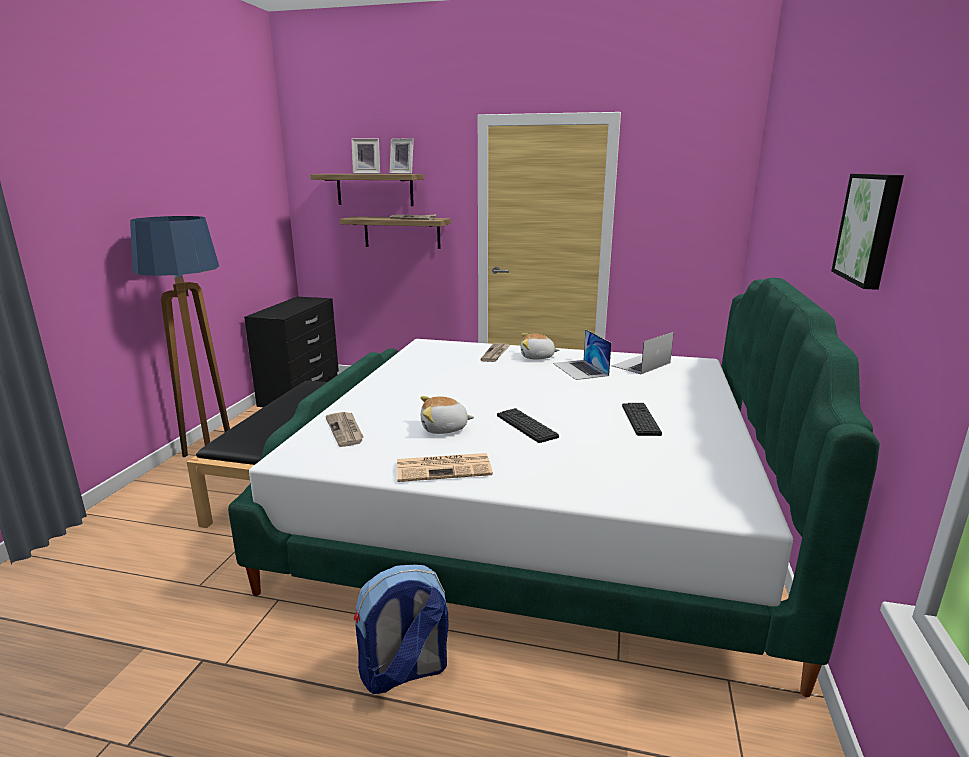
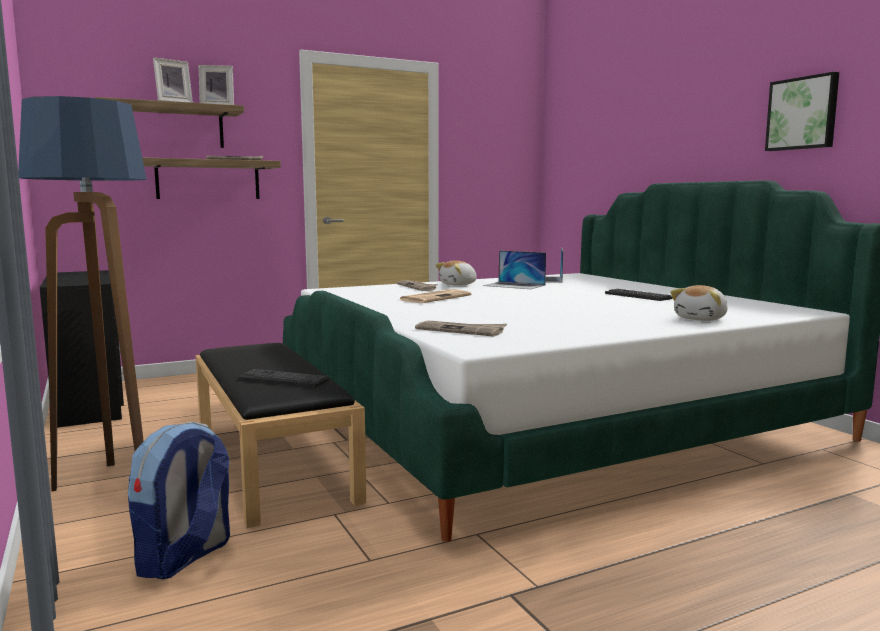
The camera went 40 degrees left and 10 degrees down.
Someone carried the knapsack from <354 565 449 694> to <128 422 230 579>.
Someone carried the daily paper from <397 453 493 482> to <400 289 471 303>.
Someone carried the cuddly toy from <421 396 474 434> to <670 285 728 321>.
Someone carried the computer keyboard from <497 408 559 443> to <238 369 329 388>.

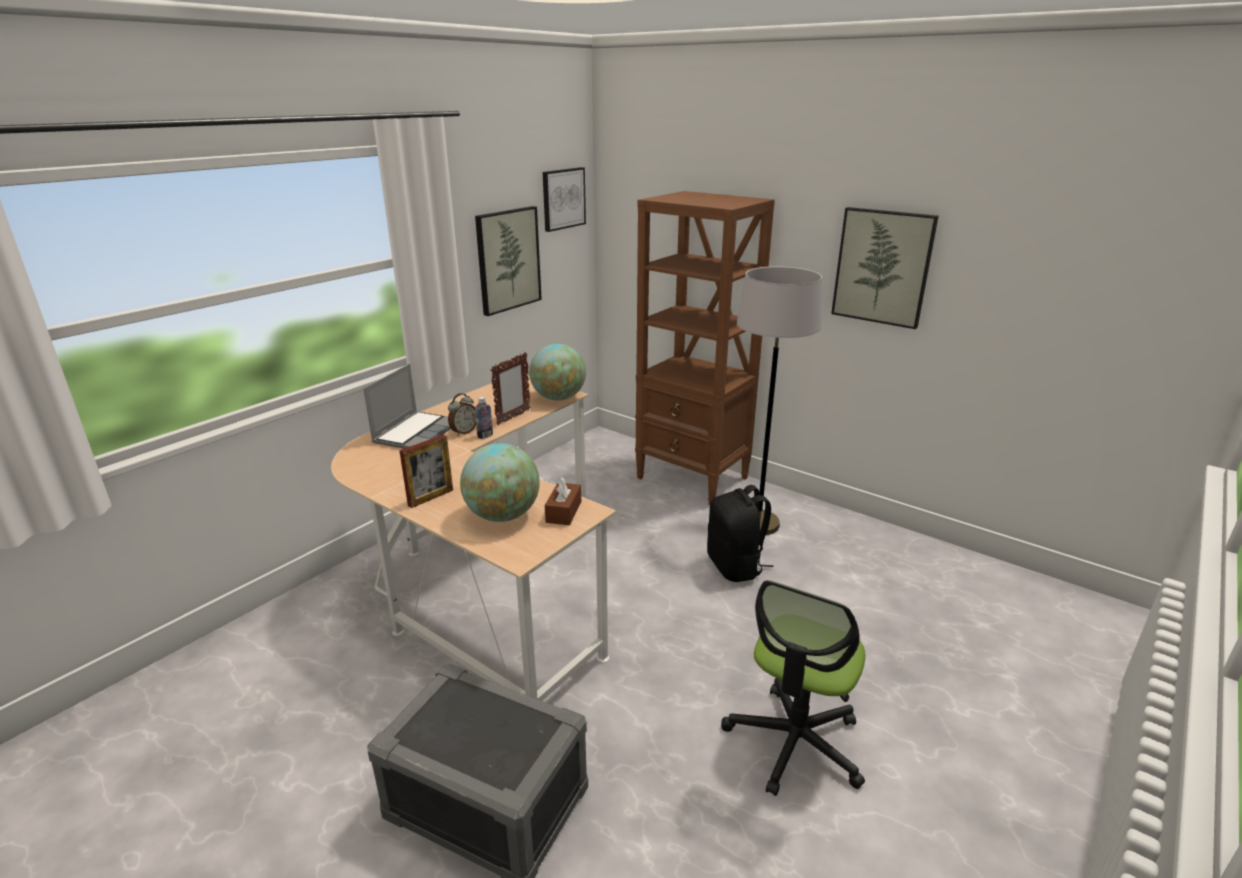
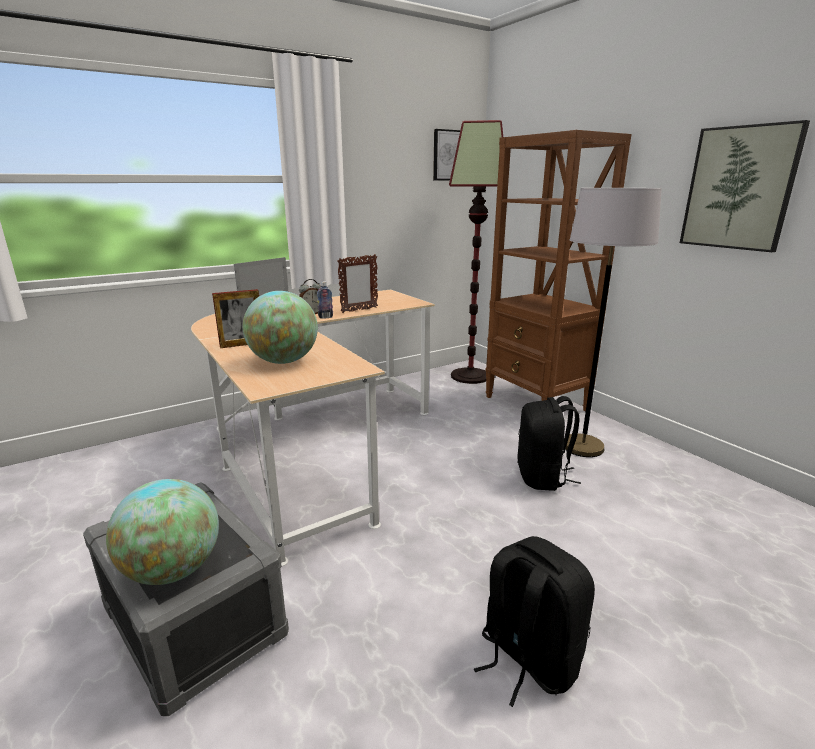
The camera went 20 degrees right and 5 degrees down.
Someone took away the picture at <475 206 542 316>.
Someone carried the desk globe from <529 344 586 400> to <106 479 219 585>.
Someone took away the tissue box (brown) at <545 476 581 525>.
Someone swapped the computer chair at <721 580 866 796> for the knapsack (black) at <474 536 595 707>.
Someone put down the floor lamp at <449 120 503 384>.

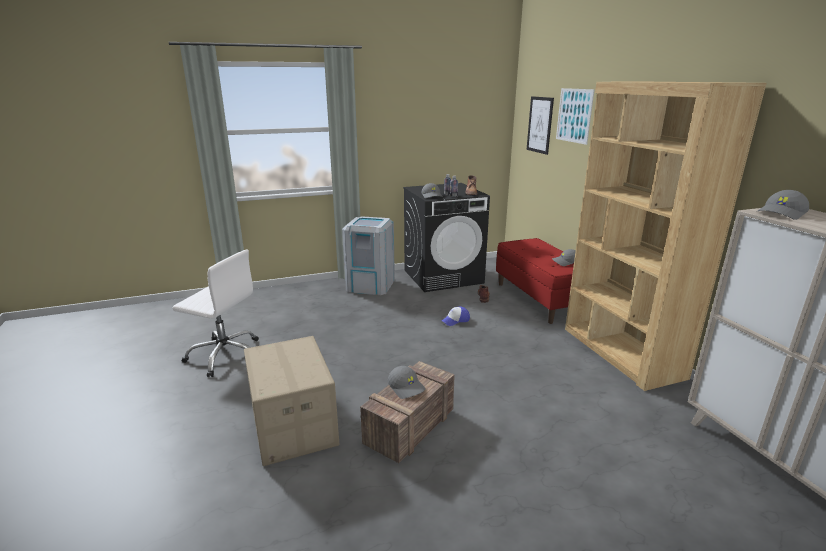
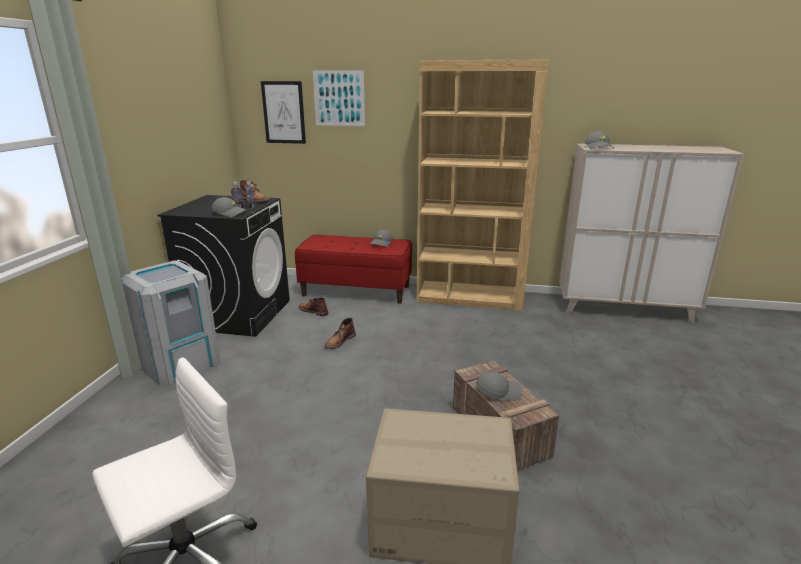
The camera went 60 degrees left and 0 degrees up.
Someone swapped the peaked cap at <441 306 470 326> for the tall boot (brown) at <325 318 356 349>.

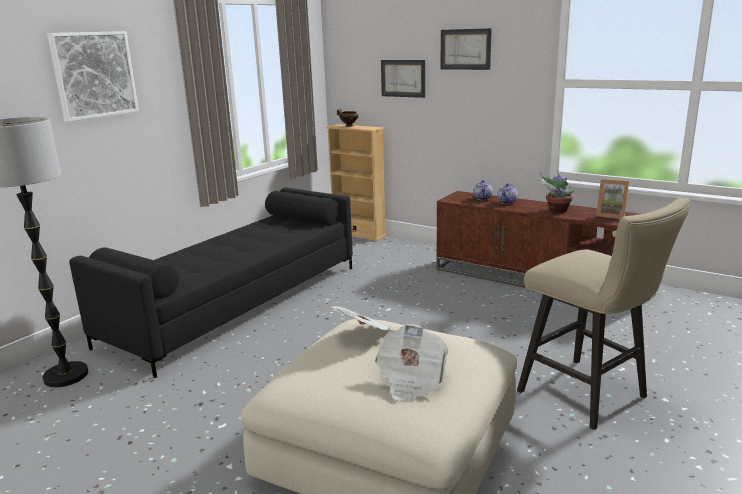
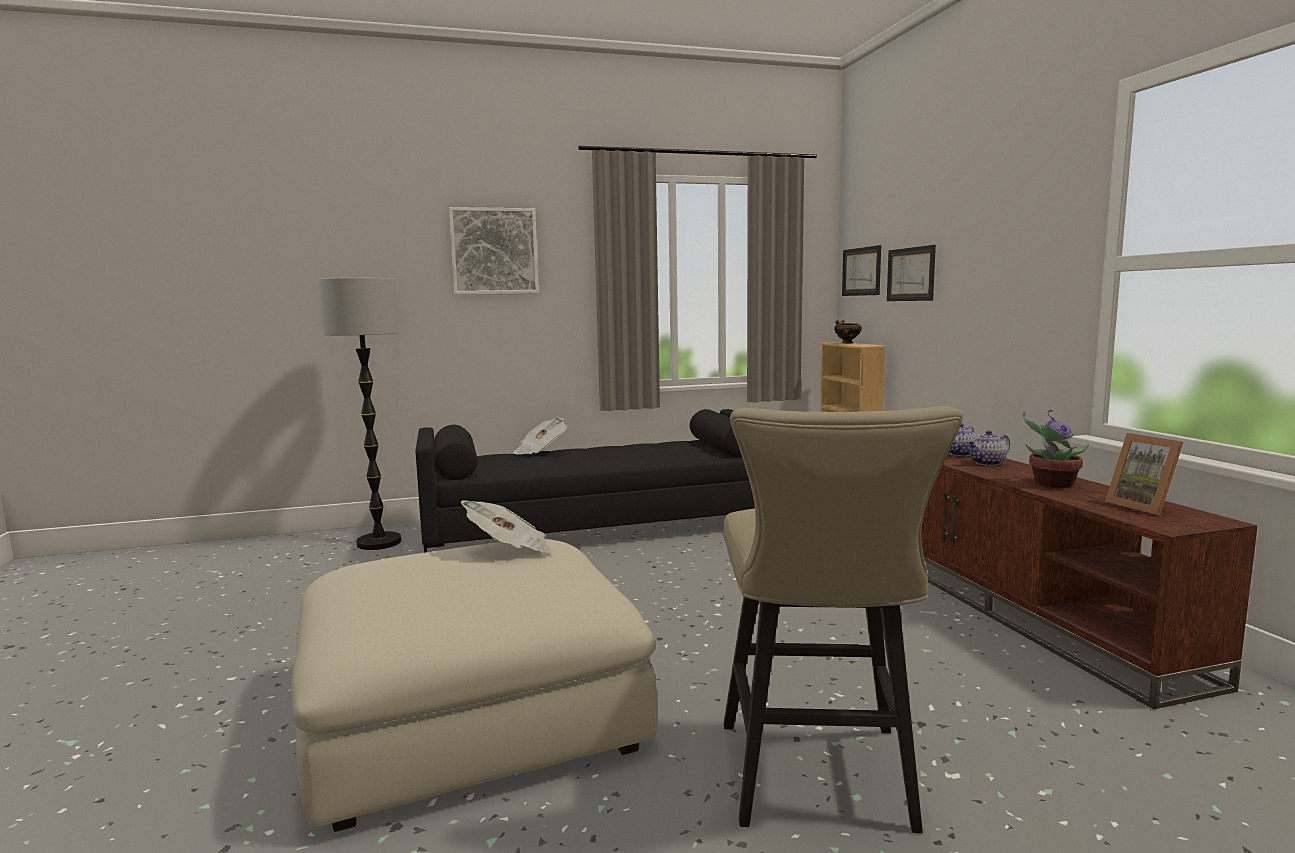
The camera went 40 degrees right and 10 degrees down.
Someone carried the daily paper from <375 324 449 401> to <513 418 567 455>.
Someone carried the picture from <441 28 492 70> to <842 245 881 296>.

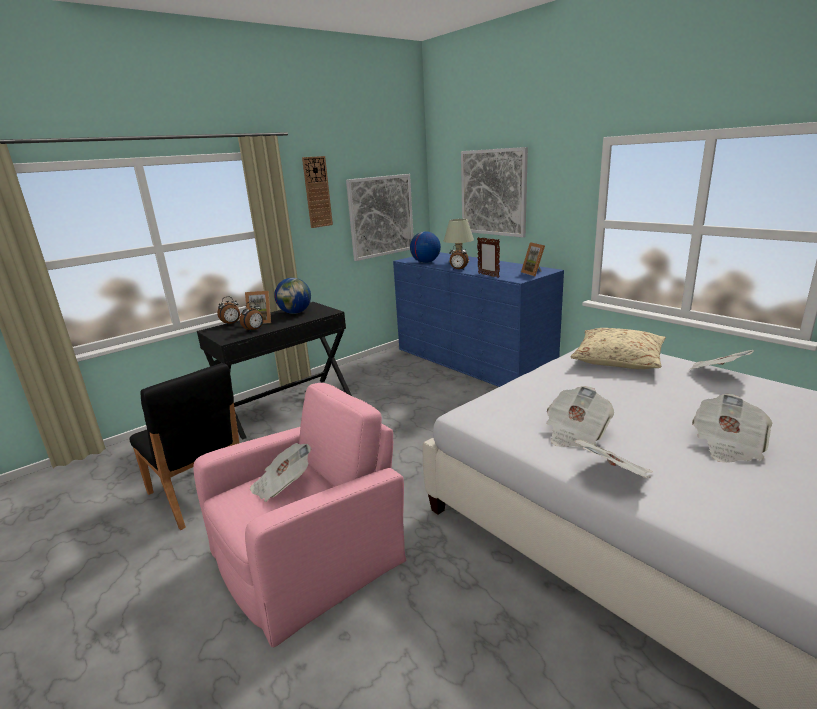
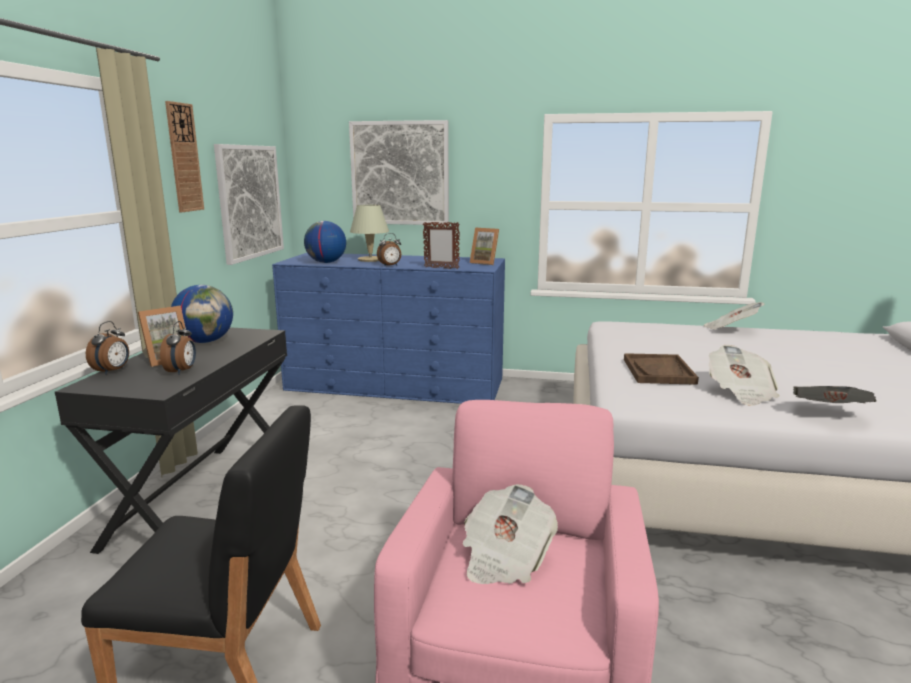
The camera went 40 degrees left and 5 degrees down.
Someone took away the cushion (sand-coloured) at <570 328 666 369>.
Someone took away the daily paper at <692 394 772 463>.
Someone put down the carrying tray (brown) at <624 353 699 385>.

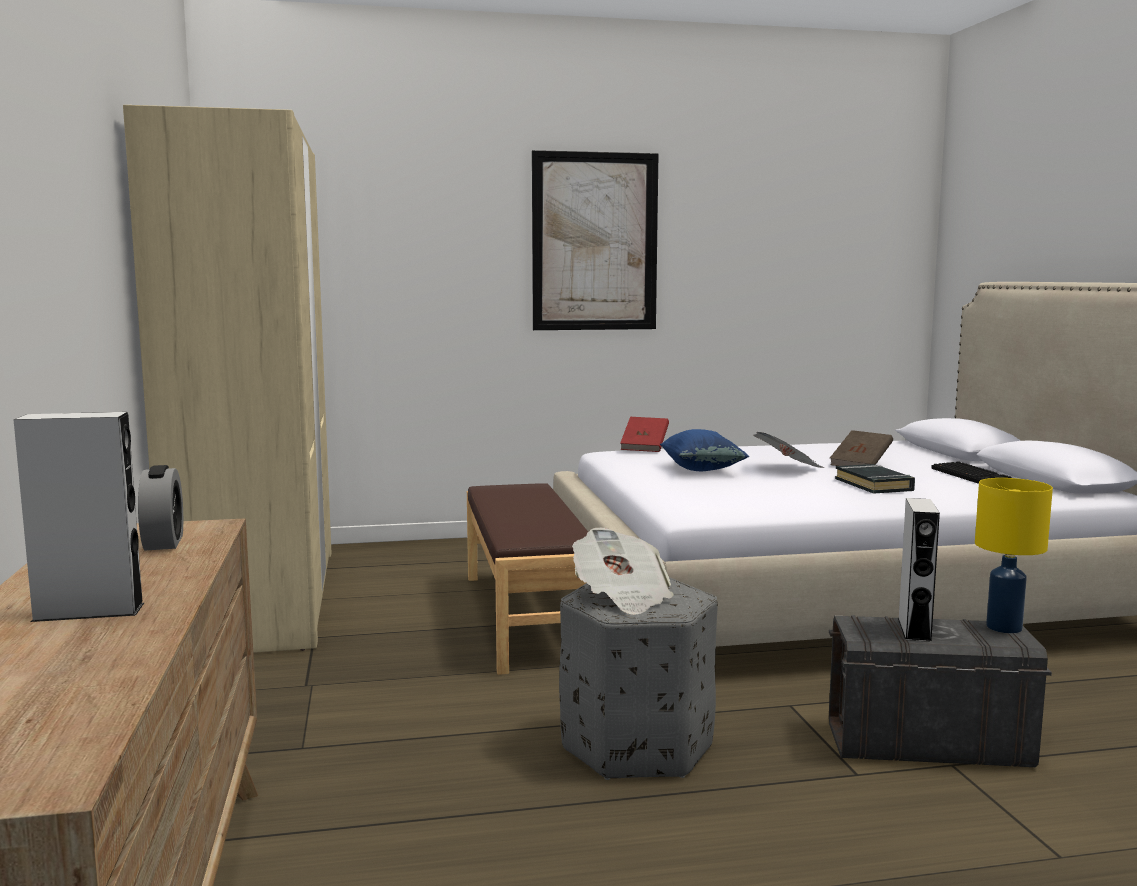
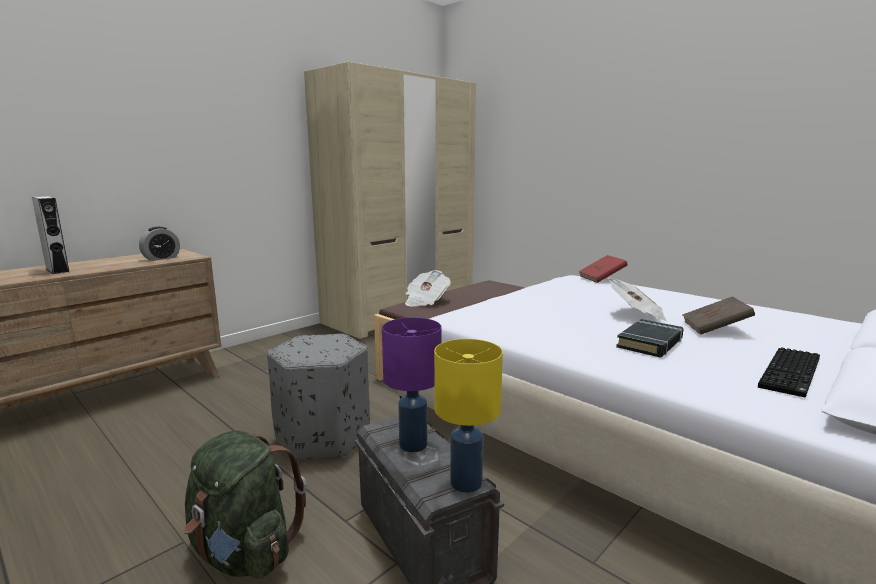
The camera went 55 degrees right and 5 degrees up.
Someone took away the picture at <532 150 659 330>.
Someone carried the daily paper from <572 527 674 615> to <405 270 451 307>.
Someone took away the cushion (bluish) at <660 429 749 471>.
Someone swapped the speaker (greyish) at <898 498 940 642> for the lamp for a table (purple) at <382 318 441 452>.
Someone put down the knapsack (green-coloured) at <183 430 307 579>.

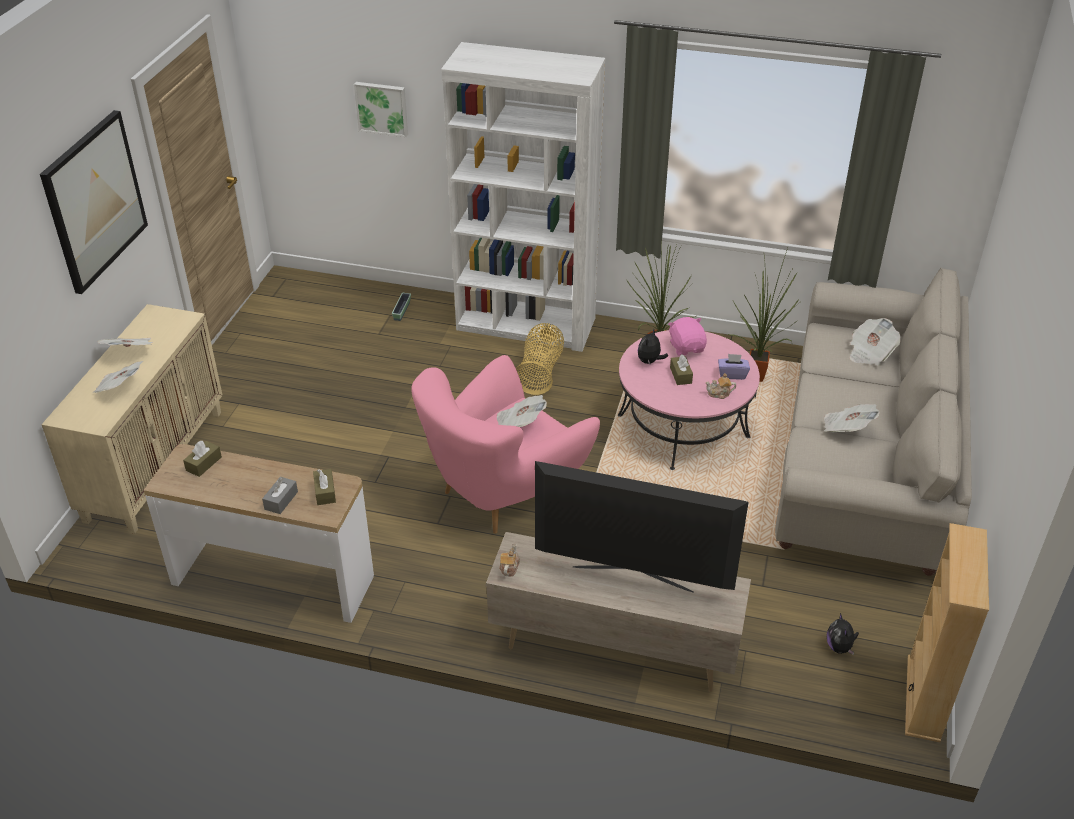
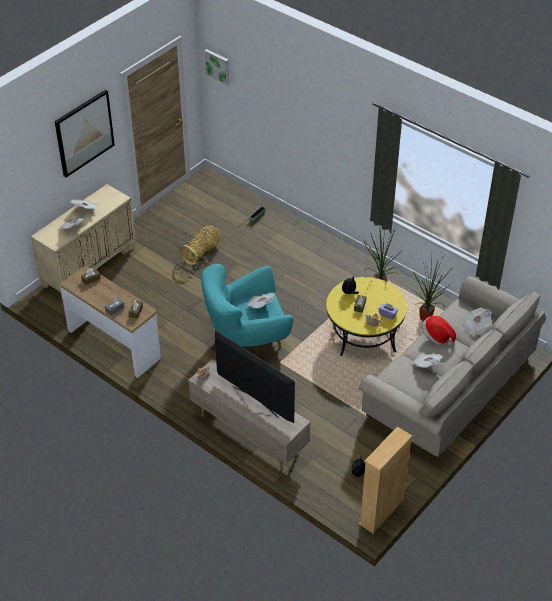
The camera went 25 degrees right and 5 degrees up.
Someone carried the picture from <354 82 408 137> to <204 49 229 86>.
Someone repainted the easy chair (pink) at <411 355 600 534>, which became the easy chair (blue-green) at <201 264 293 348>.
Someone took away the bookcase (white) at <441 42 605 352>.
Someone carried the household basket from <516 323 564 395> to <179 226 221 265>.
Someone repainted the low table (pink) at <618 330 760 470>, which became the low table (yellowish) at <326 277 407 356>.
Someone took away the cuddly toy (pink) at <668 317 707 356>.
Someone put down the hat at <423 316 456 345>.

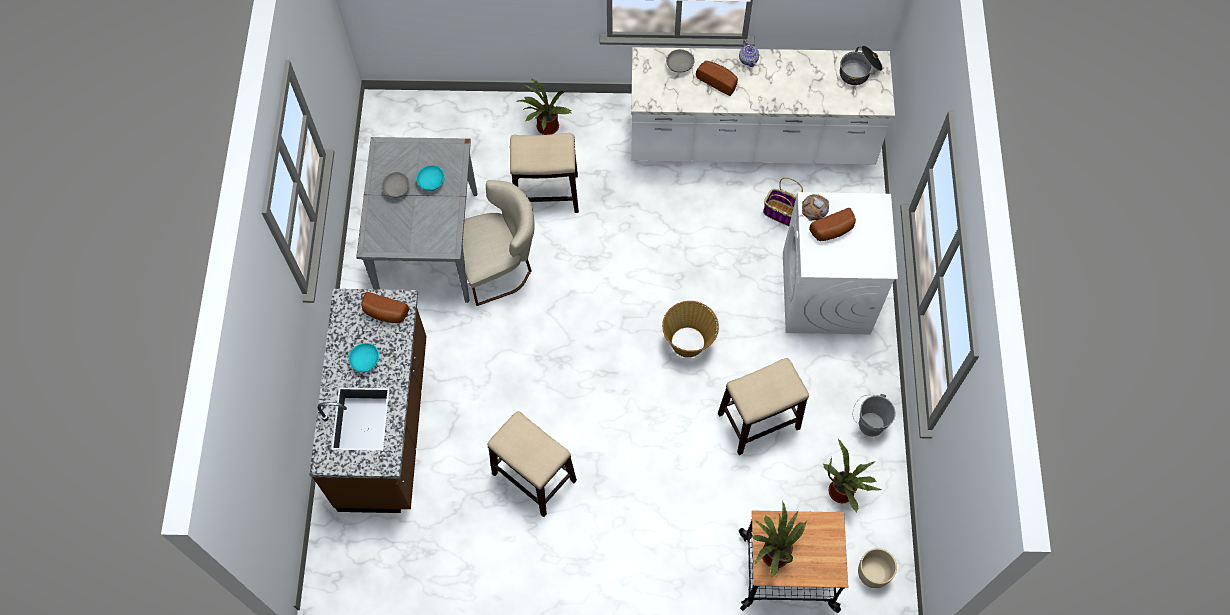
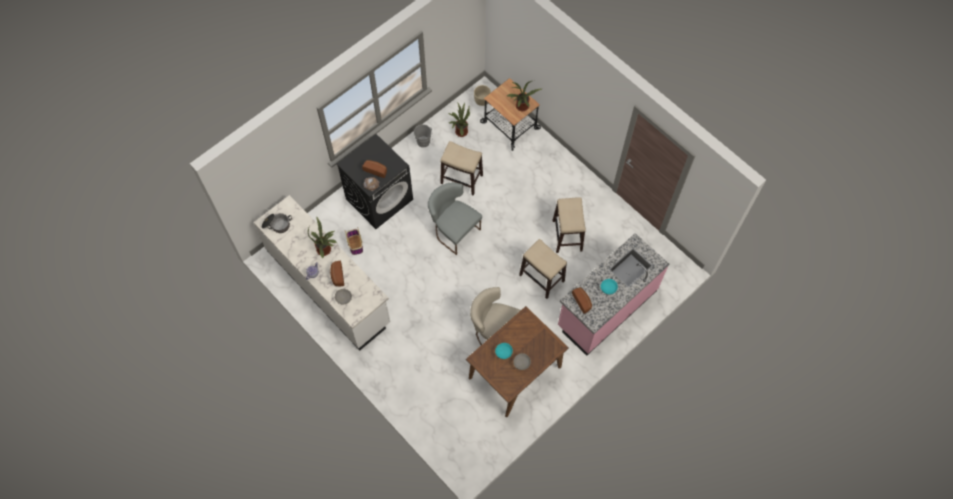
The camera went 135 degrees left and 0 degrees up.
Someone repainted the kitchen base unit (brown) at <309 289 427 513>, which became the kitchen base unit (pink) at <558 233 669 356>.
Someone repainted the dinner table (greyish) at <356 137 478 303>, which became the dinner table (brown) at <466 306 569 417>.
Someone carried the stool from <510 133 579 213> to <519 239 567 299>.
Someone carried the houseplant from <516 78 571 135> to <308 217 337 258>.
Someone swapped the household basket at <662 301 719 358> for the plain chair (greyish) at <428 183 482 255>.
Someone repainted the washing machine (white) at <783 192 898 335>, which became the washing machine (black) at <337 134 413 229>.

